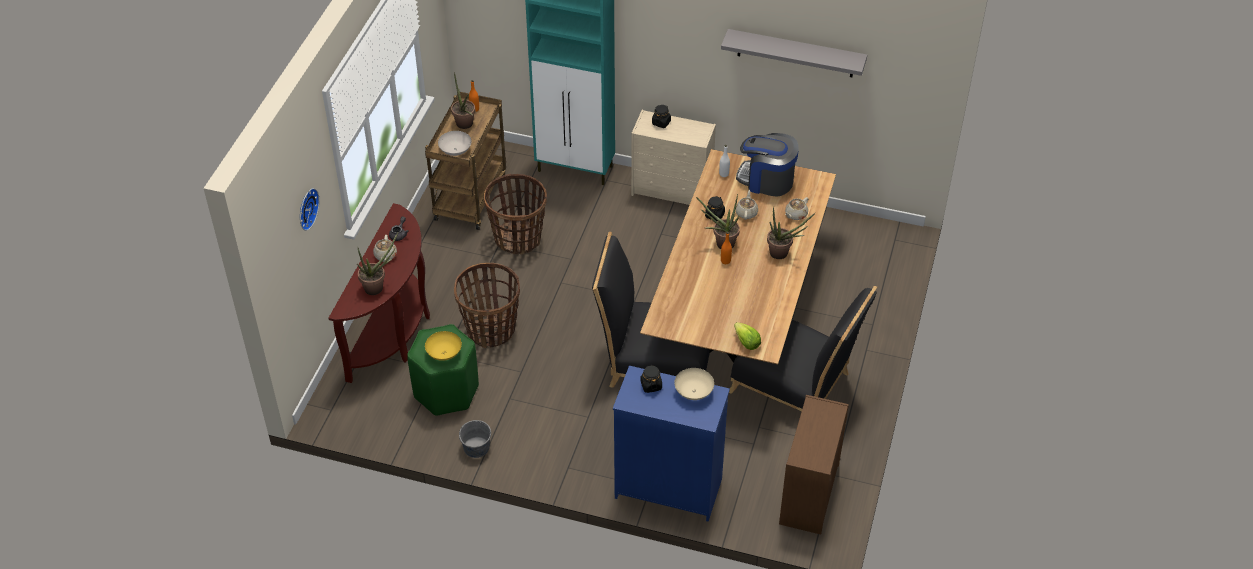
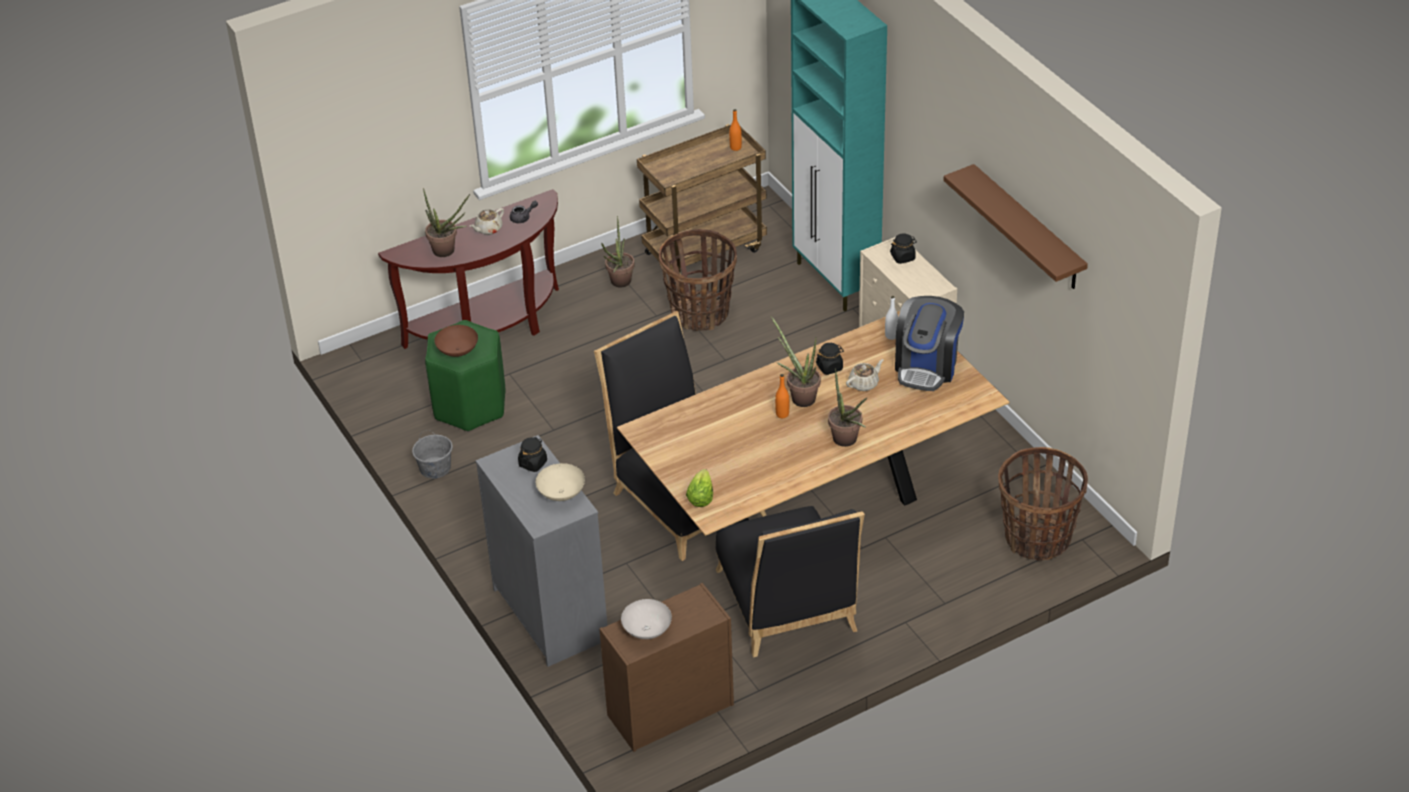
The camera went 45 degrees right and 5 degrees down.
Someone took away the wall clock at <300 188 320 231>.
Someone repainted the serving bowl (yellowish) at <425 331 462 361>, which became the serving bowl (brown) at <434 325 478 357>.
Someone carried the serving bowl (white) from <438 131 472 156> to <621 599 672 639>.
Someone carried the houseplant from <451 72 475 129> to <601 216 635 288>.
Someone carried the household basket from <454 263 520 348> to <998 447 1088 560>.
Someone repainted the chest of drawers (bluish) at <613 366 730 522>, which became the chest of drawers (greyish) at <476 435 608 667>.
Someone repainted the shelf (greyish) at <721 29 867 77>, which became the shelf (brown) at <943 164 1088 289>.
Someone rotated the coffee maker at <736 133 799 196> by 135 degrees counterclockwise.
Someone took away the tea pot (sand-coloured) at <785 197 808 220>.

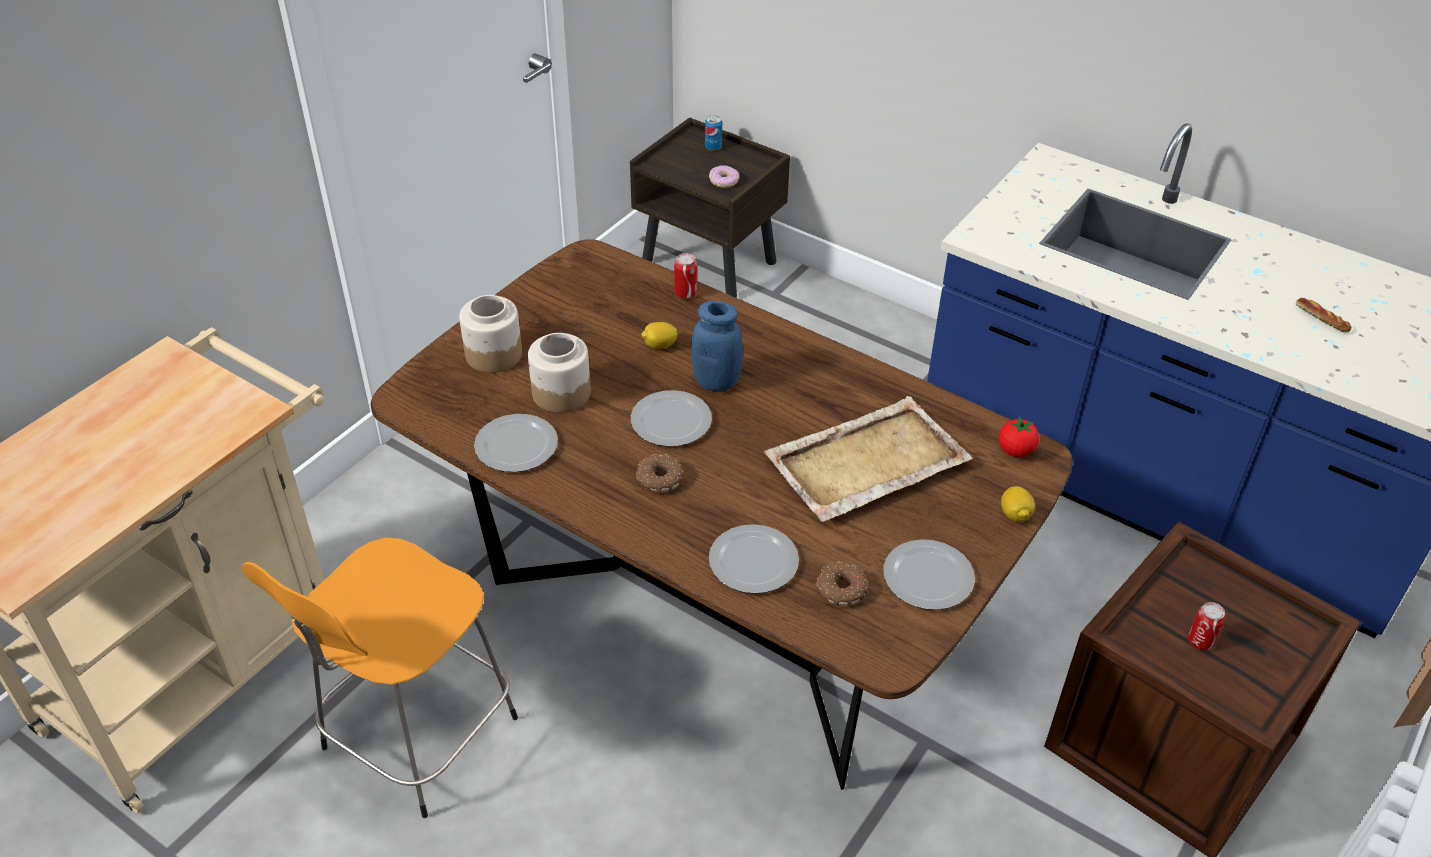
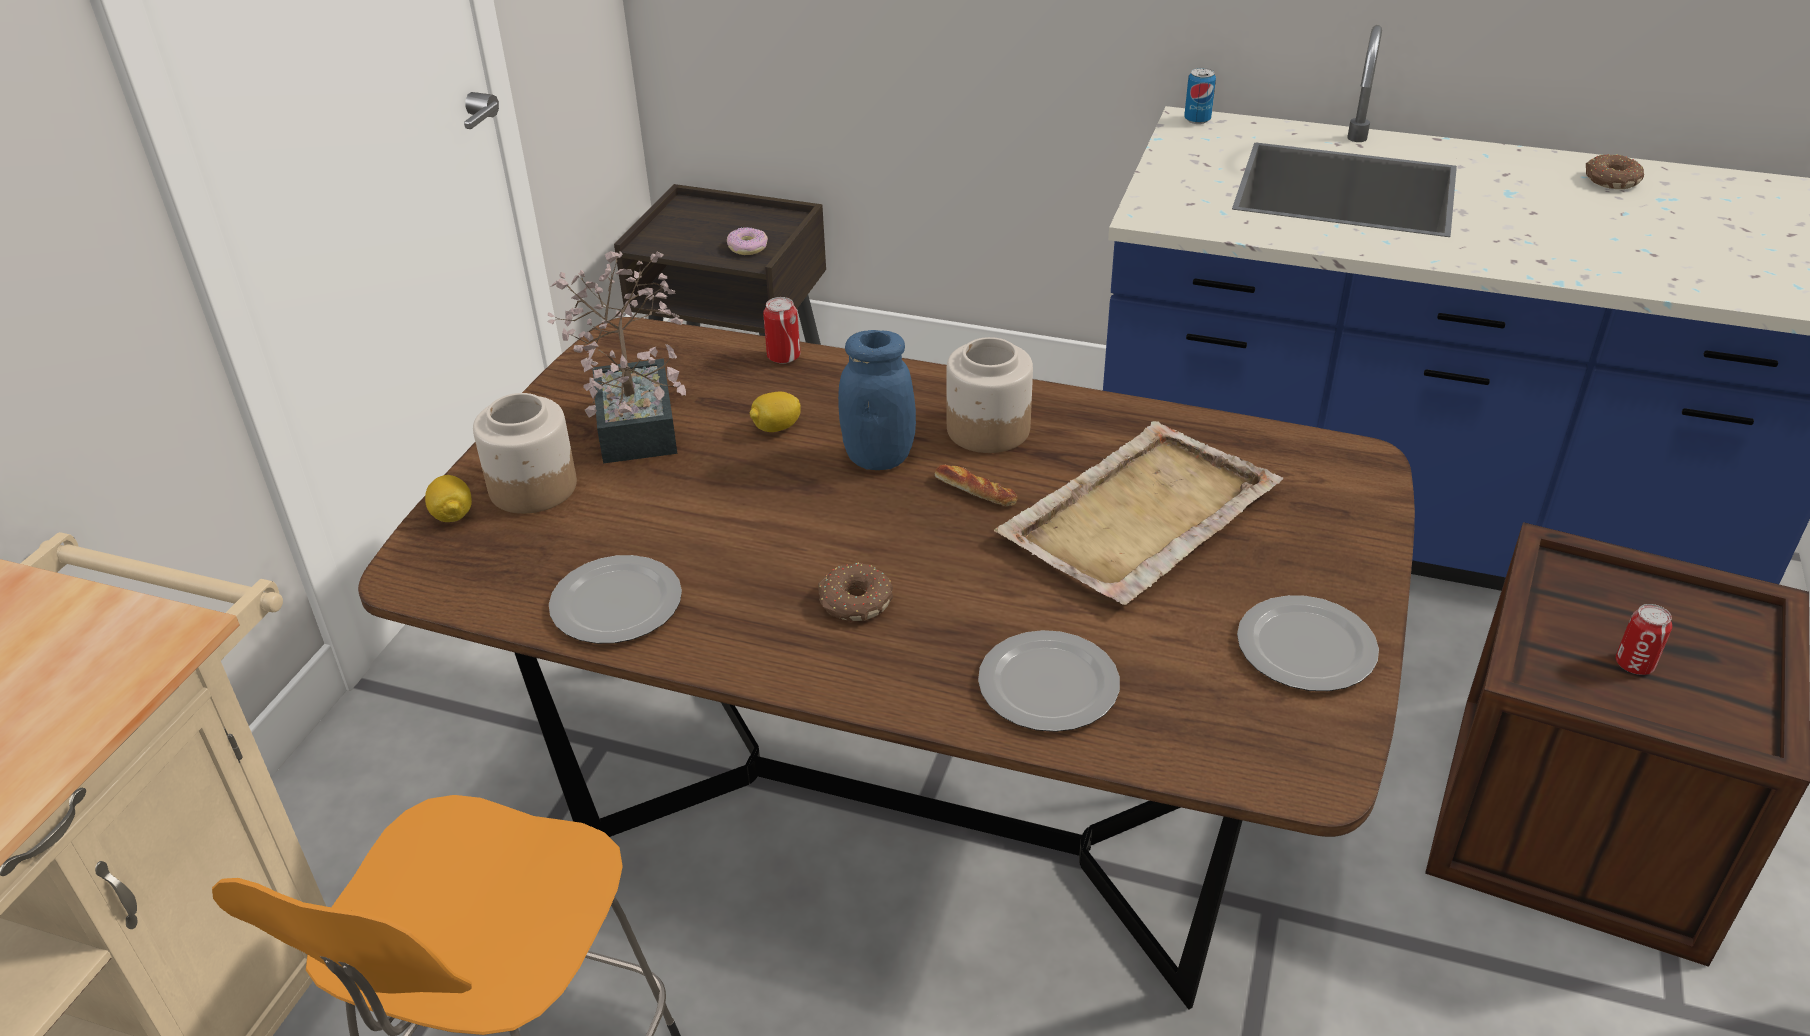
The camera went 15 degrees left and 5 degrees down.
Someone carried the storage jar from <528 333 591 413> to <946 337 1033 453>.
Someone took away the dinner plate at <631 390 712 447>.
Someone carried the sealed can from <705 115 722 151> to <1184 68 1216 124>.
Someone carried the doughnut from <815 562 868 606> to <1586 154 1644 189>.
Someone took away the whole tomato at <998 416 1039 457>.
Someone carried the whole lemon from <1001 486 1035 522> to <425 475 472 522>.
Someone carried the bread from <1296 298 1351 332> to <935 464 1018 506>.
Someone put down the houseplant at <548 251 686 463>.

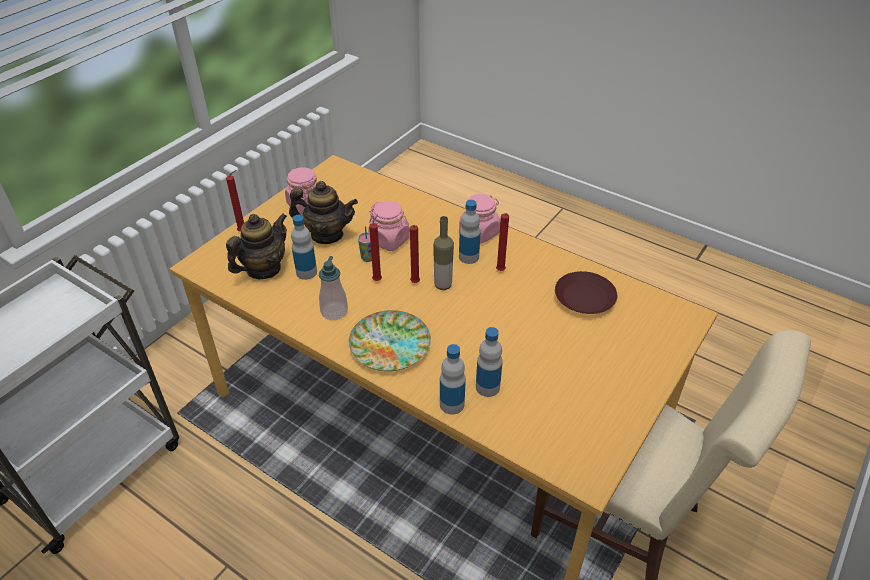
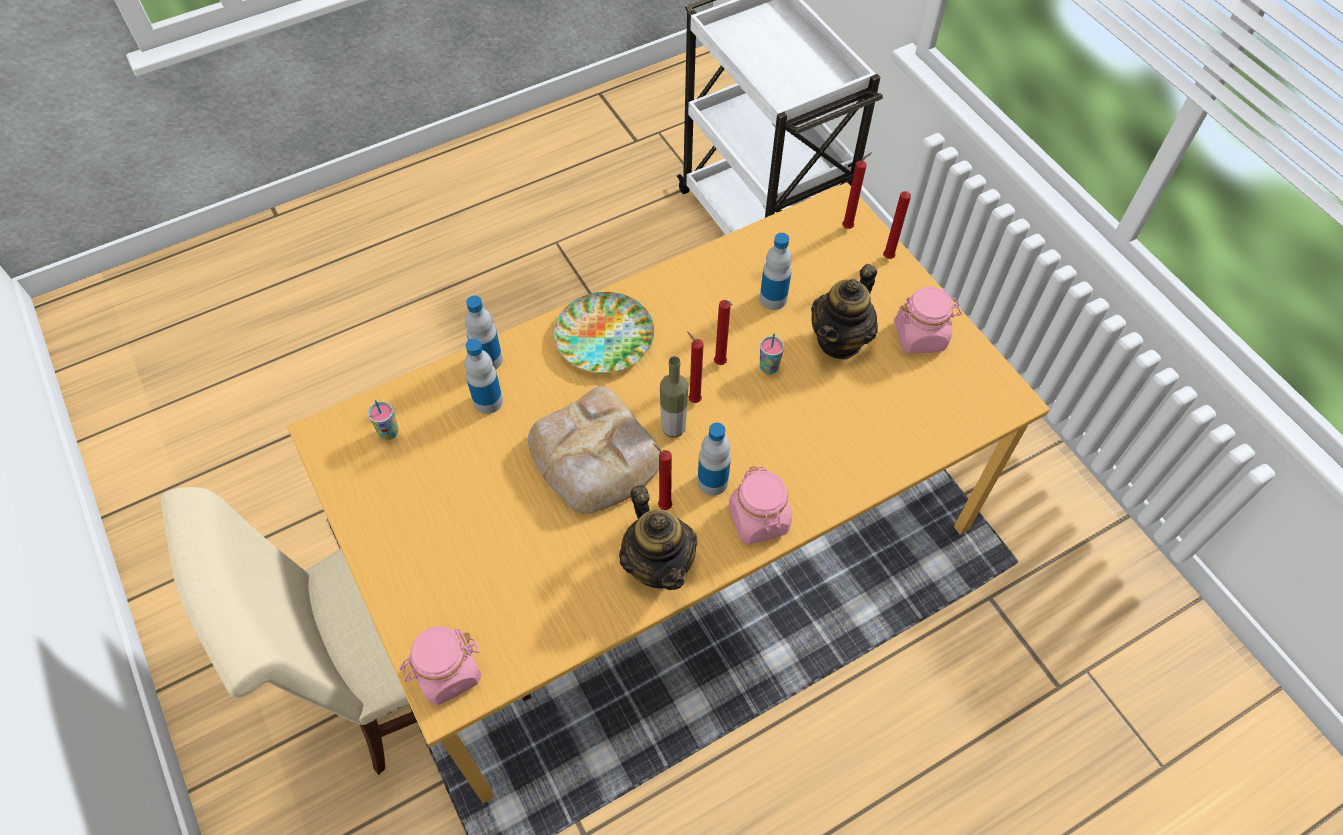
The camera went 115 degrees right and 15 degrees up.
Someone carried the tea pot from <226 213 287 279> to <619 485 697 590>.
Someone took away the liquid soap bottle at <319 256 348 320>.
Someone carried the storage jar (pink) from <368 201 410 251> to <400 626 481 705>.
Someone took away the dinner plate (brown) at <555 271 617 314>.
Someone put down the cup at <368 400 399 440>.
Someone put down the bread at <528 386 660 514>.
Someone put down the wax light (red) at <842 152 872 229>.

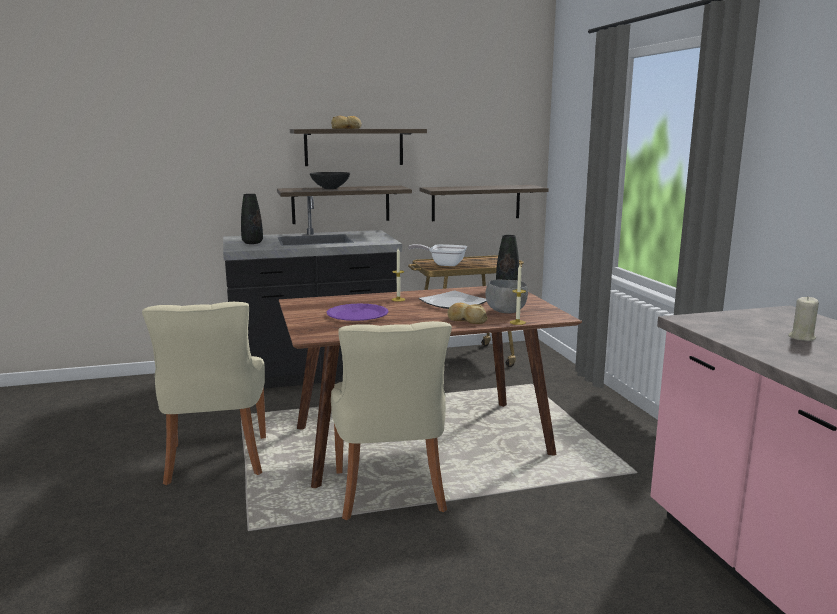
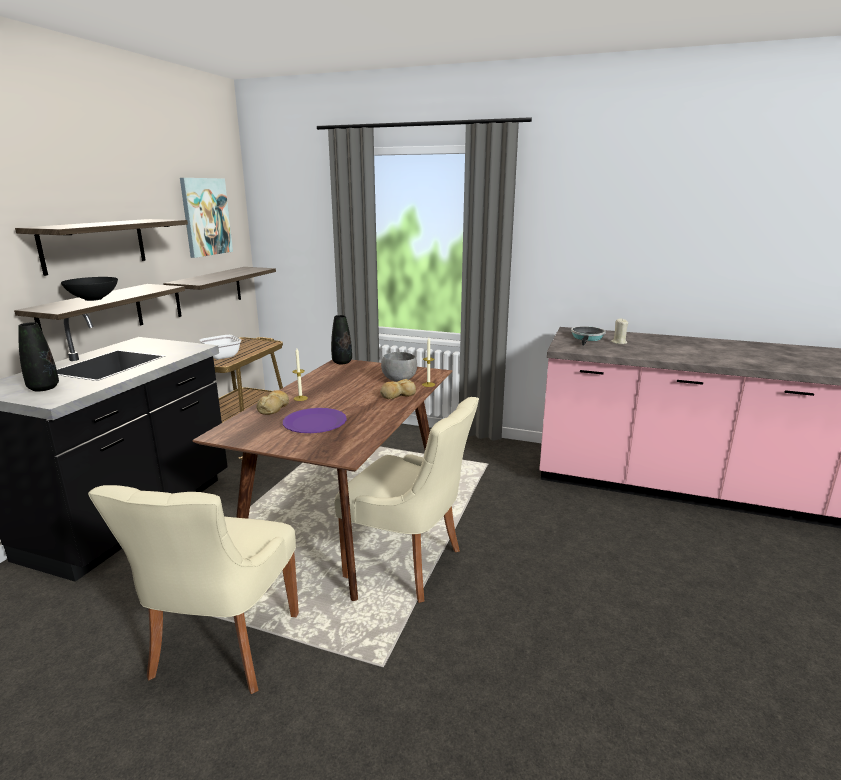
The camera went 55 degrees left and 5 degrees up.
Someone rotated the plain chair (sand-coloured) at <142 302 266 485> by 75 degrees clockwise.
Someone carried the bread from <331 116 362 129> to <257 390 289 415>.
Someone took away the dinner plate at <419 291 487 309>.
Someone put up the picture at <180 178 233 258>.
Someone put down the frying pan at <571 326 606 346>.

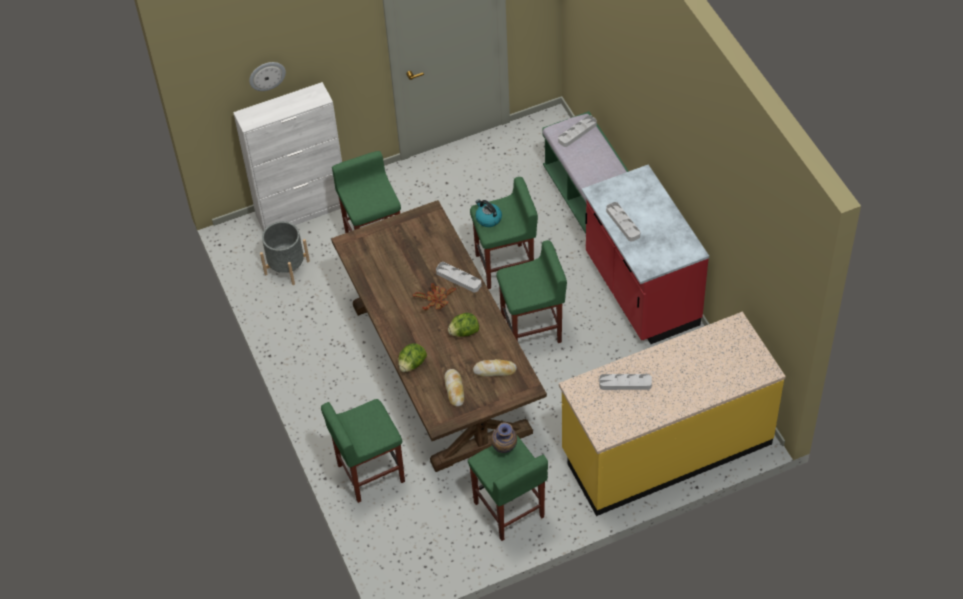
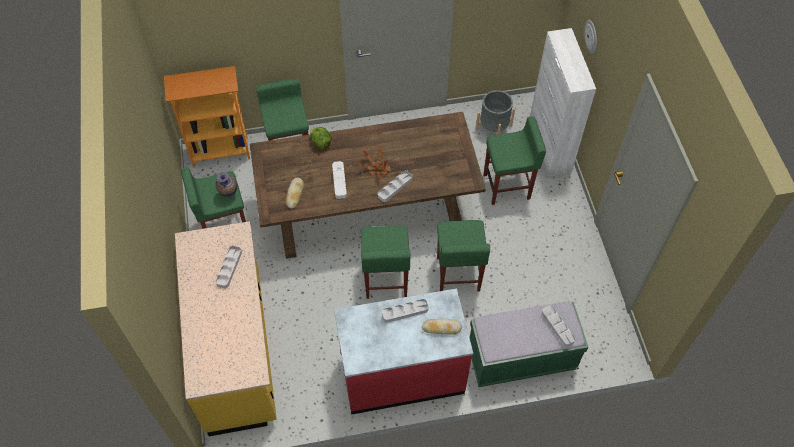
The camera went 100 degrees right and 5 degrees up.
Someone carried the bread from <444 369 464 406> to <422 319 462 335>.
Someone swapped the lettuce at <448 313 479 337> for the carrying tray (white) at <332 161 347 199>.
Someone took away the water kettle at <475 199 502 227>.
Someone put down the bookcase at <164 66 250 168>.

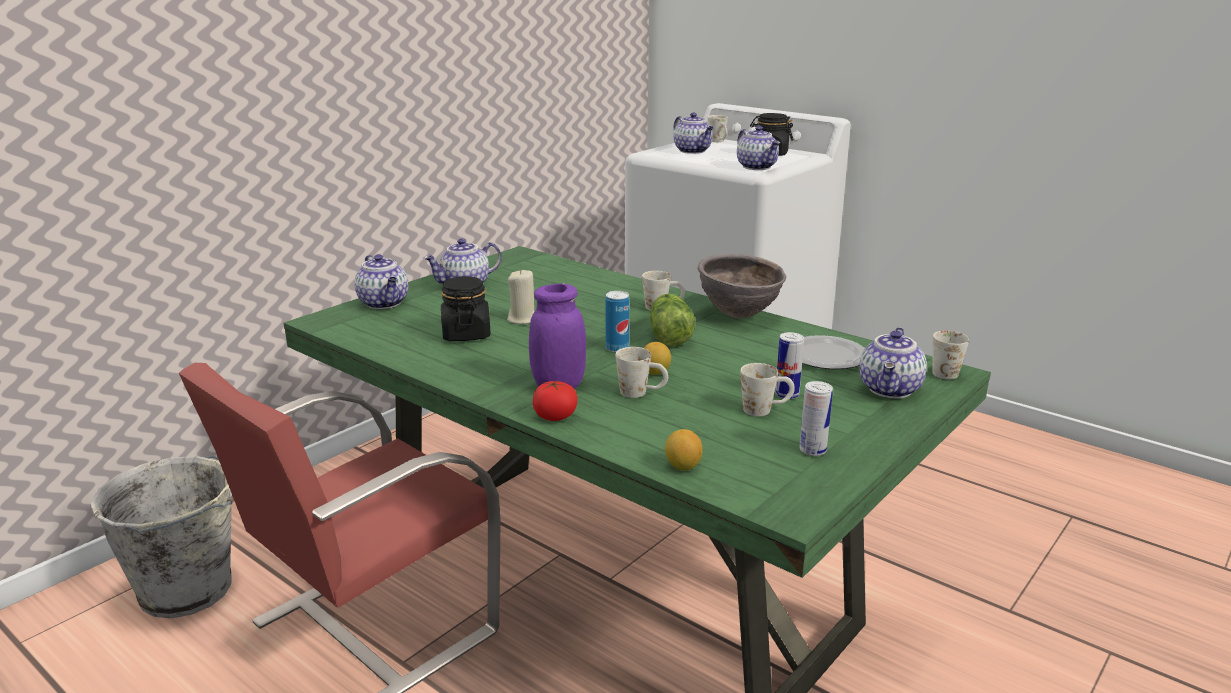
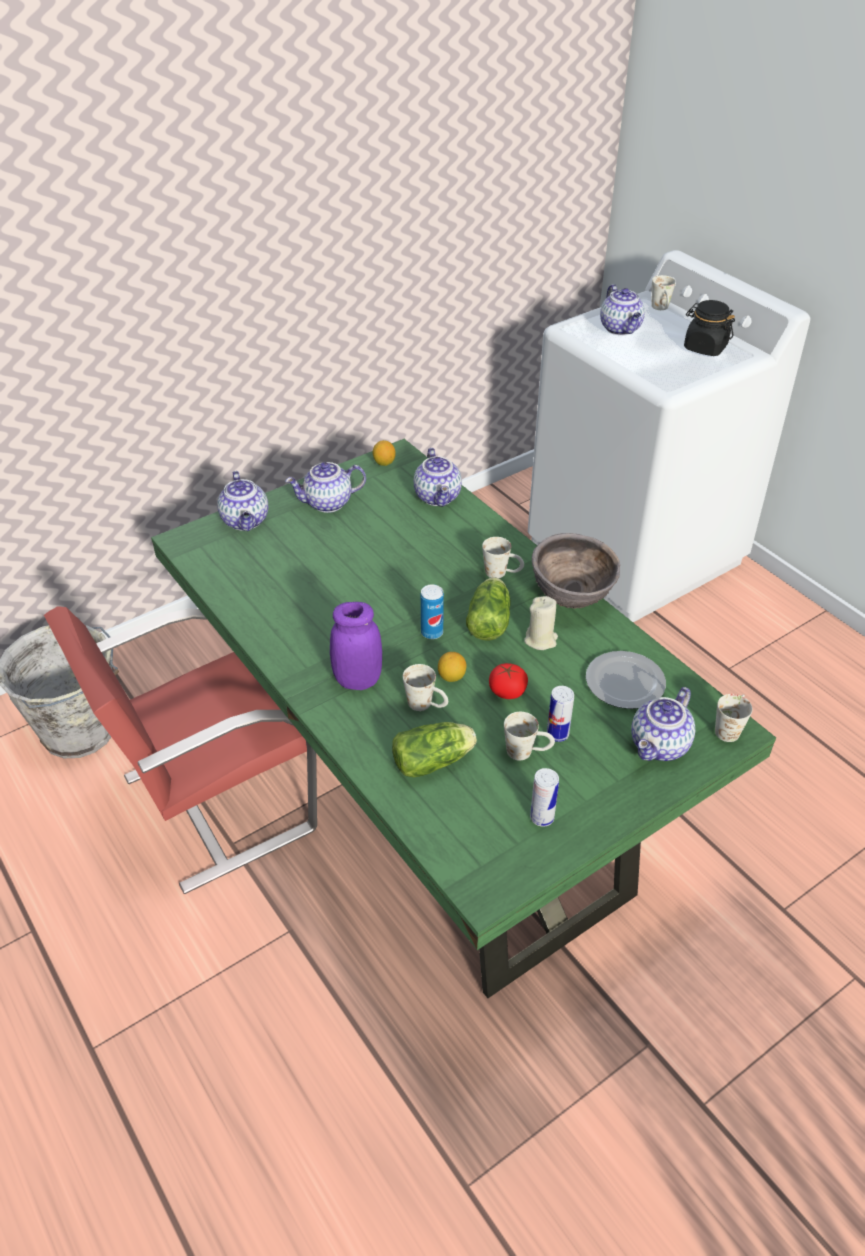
The camera went 15 degrees right and 20 degrees up.
Someone took away the storage jar (black) at <441 276 491 341>.
Someone carried the wax light (sand-coloured) from <507 269 535 324> to <524 596 558 650>.
Someone carried the whole tomato from <533 381 578 421> to <489 663 528 699>.
Someone carried the whole lemon from <665 429 703 471> to <373 440 396 466>.
Someone carried the tea pot from <737 126 780 170> to <414 448 462 507>.
Someone put down the lettuce at <392 722 477 777>.

